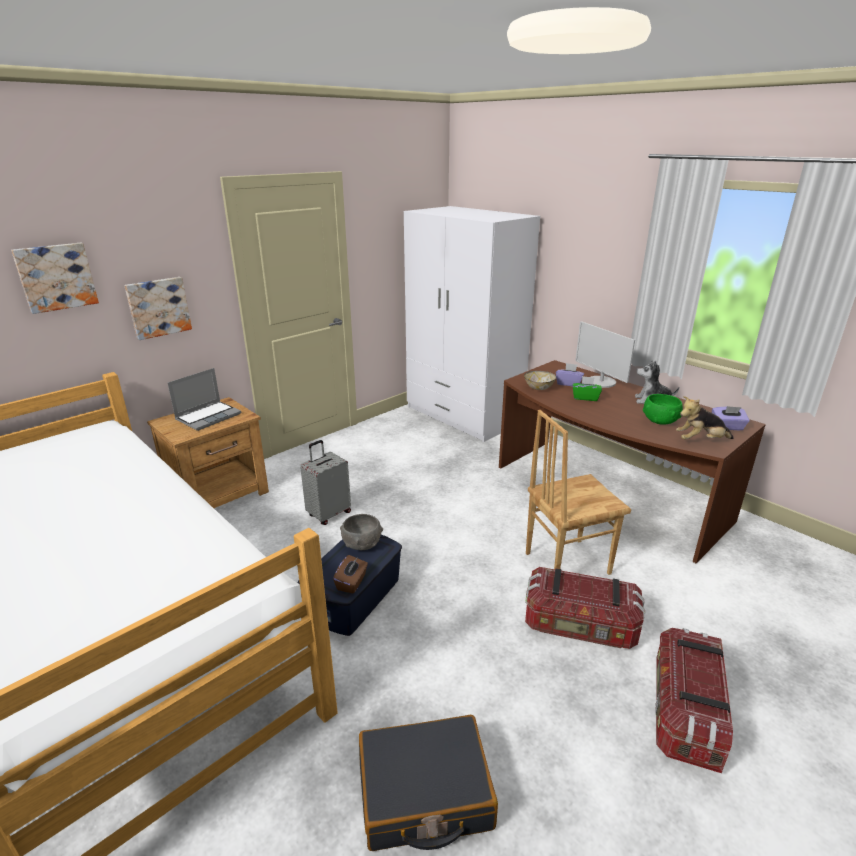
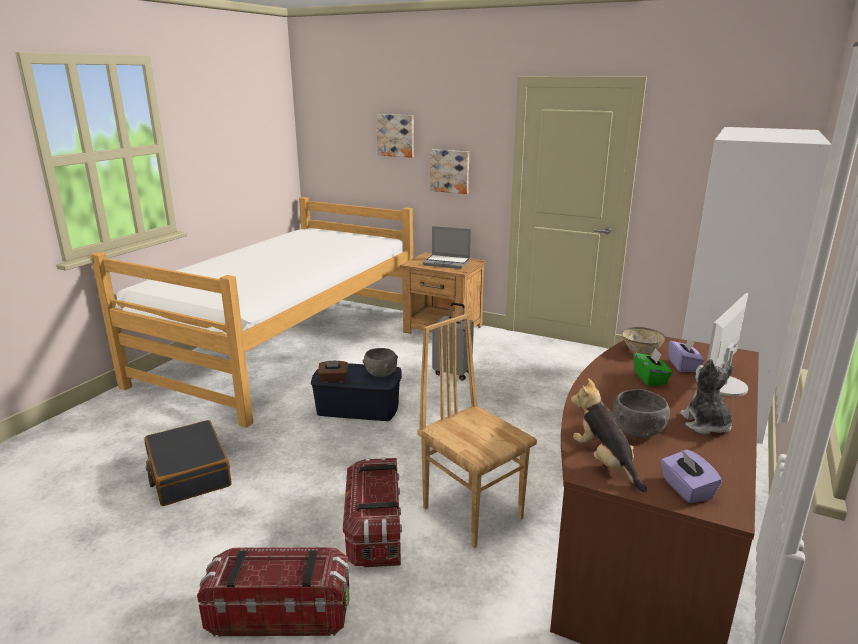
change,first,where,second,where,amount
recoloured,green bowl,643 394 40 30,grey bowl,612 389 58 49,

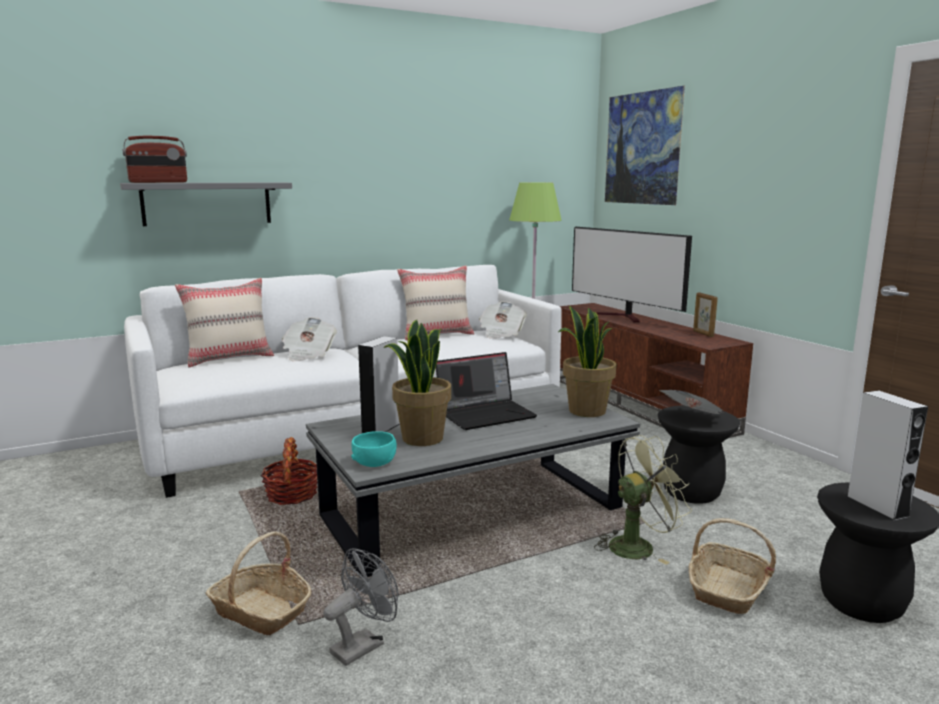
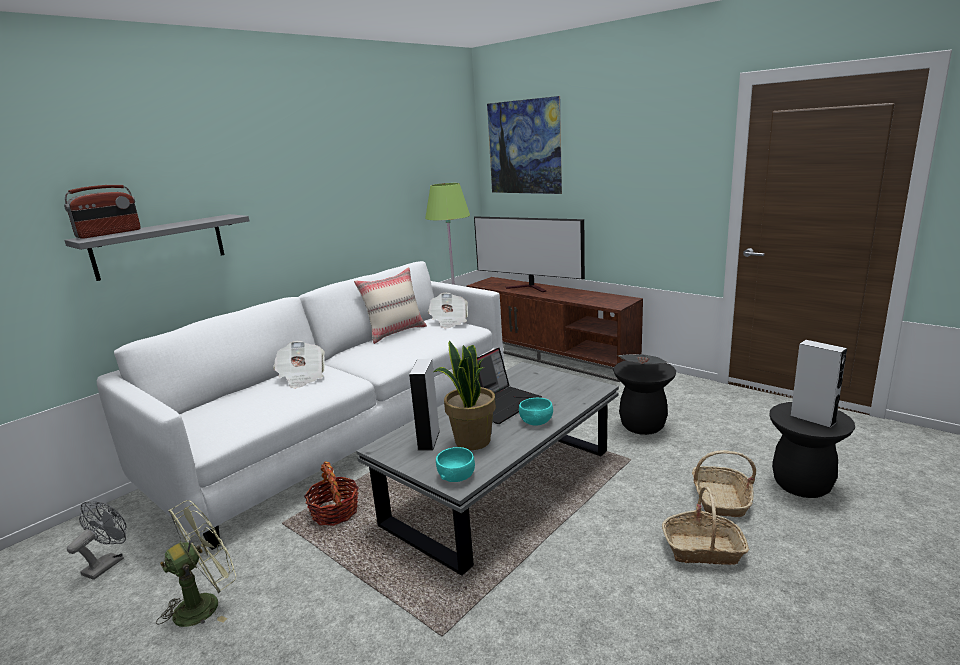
change,first,where,second,where,amount
removed,beige pillow,175 278 99 89,,,
moved,basket,205 531 106 104,,662 487 87 78,
moved,grey fan,323 548 76 118,,67 502 60 78,
removed,potted plant,558 306 58 111,,,
moved,green fan,594 435 98 130,,156 500 80 127,
removed,picture frame,693 293 25 44,,,
added,,,turquoise bowl,519 398 34 28,

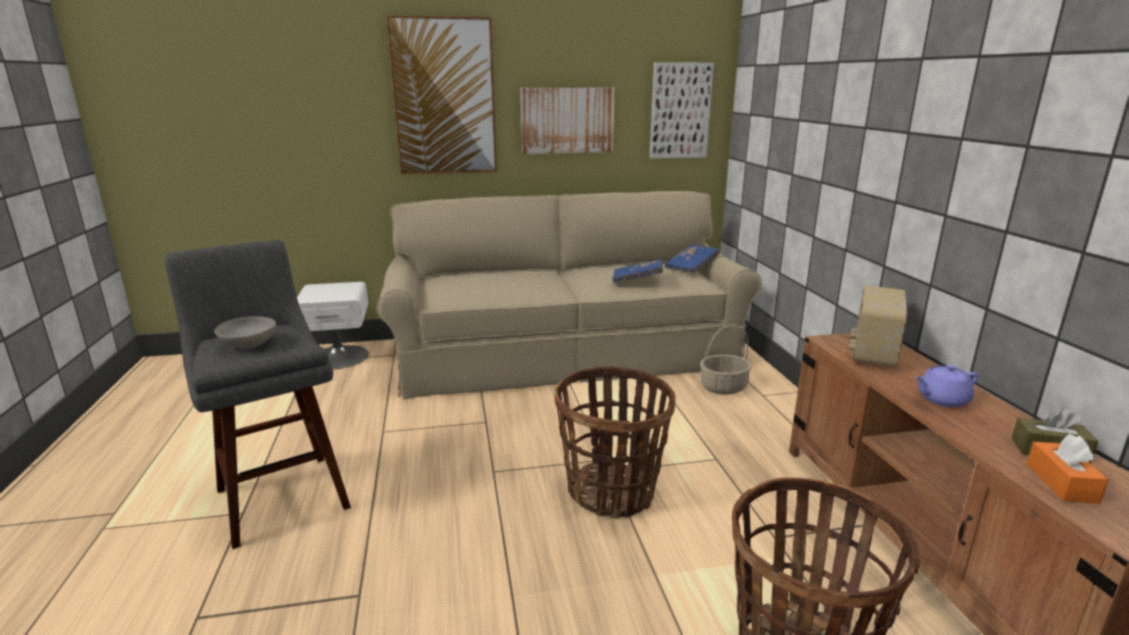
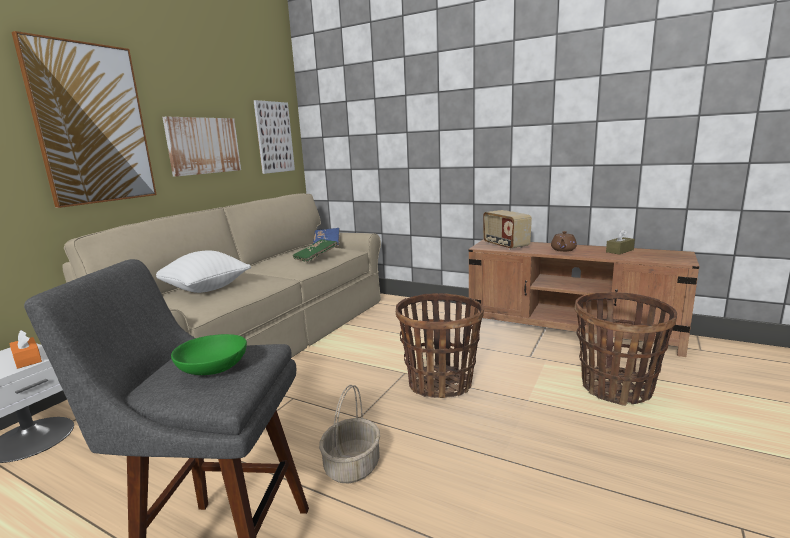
change,first,where,second,where,amount
recoloured,grey bowl,214 316 62 32,green bowl,171 334 76 41,
recoloured,blue book,612 259 51 24,green book,293 239 44 23,
moved,basket,700 324 52 70,,319 385 61 98,
recoloured,purple teapot,915 364 64 43,brown teapot,551 231 26 21,
moved,orange tissue box,1027 434 82 70,,9 330 33 39,
added,,,white pillow,156 250 95 43,

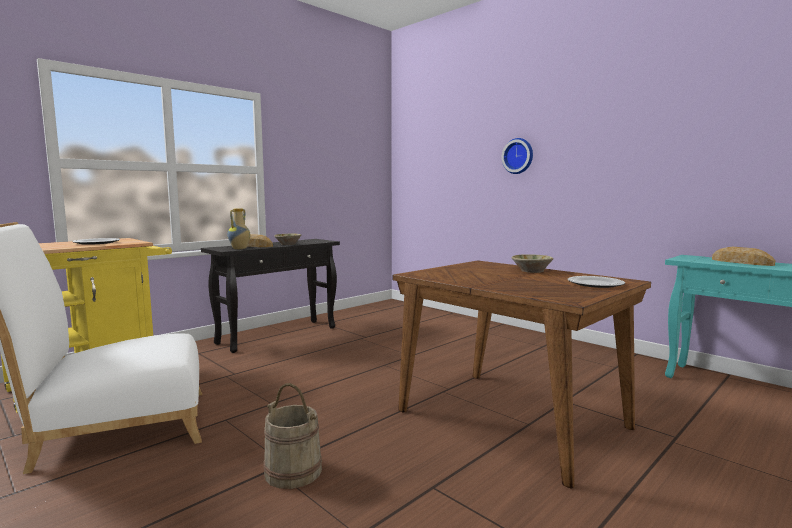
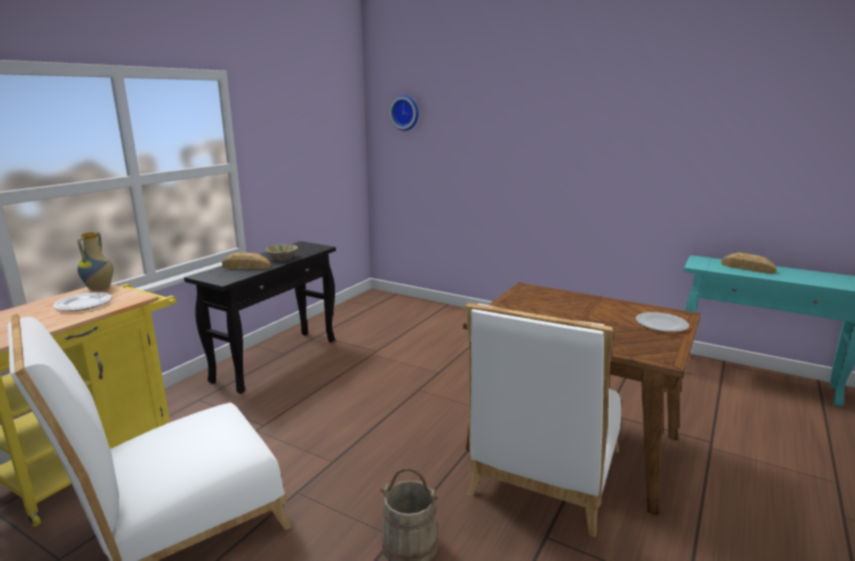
change,first,where,second,where,amount
moved,vase,227 209 24 40,,77 232 37 59,
moved,wall clock,501 138 32 36,,389 95 30 36,
removed,beige bowl,511 254 43 19,,,
added,,,white chair,466 303 156 234,

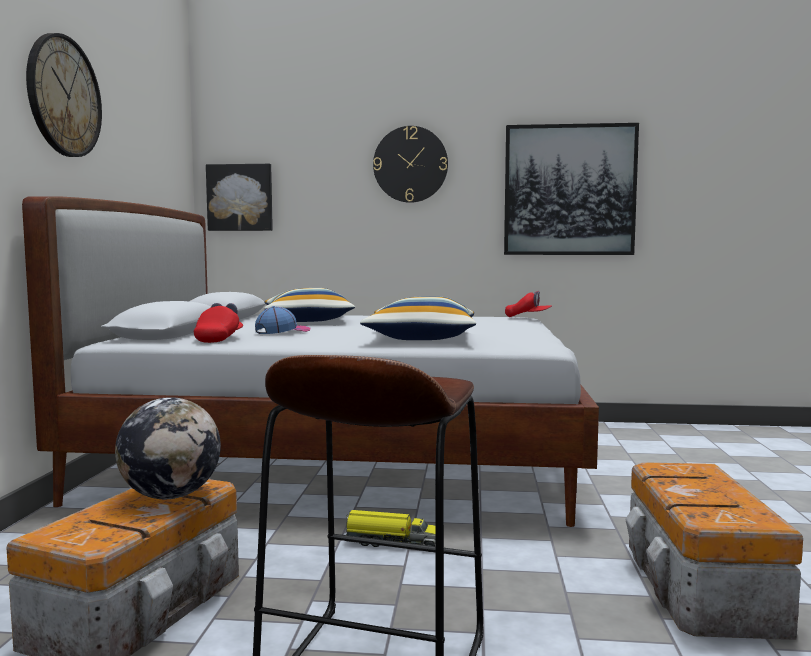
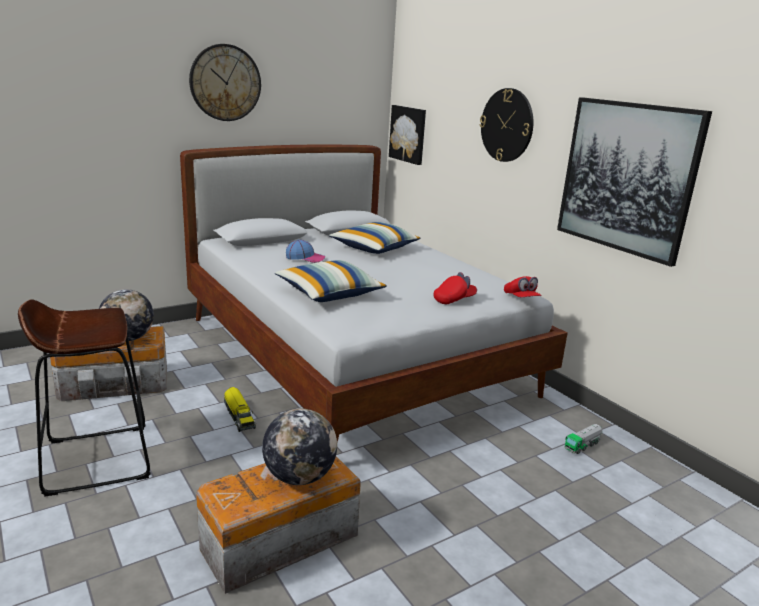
change,first,where,second,where,amount
moved,red cap,194 303 49 40,,433 272 44 32,
added,,,globe,262 409 75 76,
added,,,toy truck,564 424 38 30,

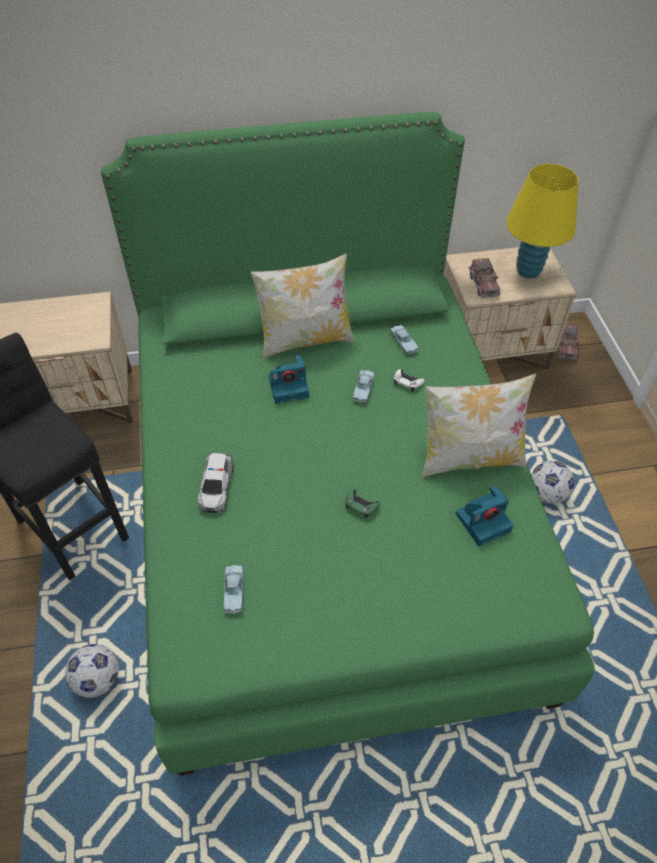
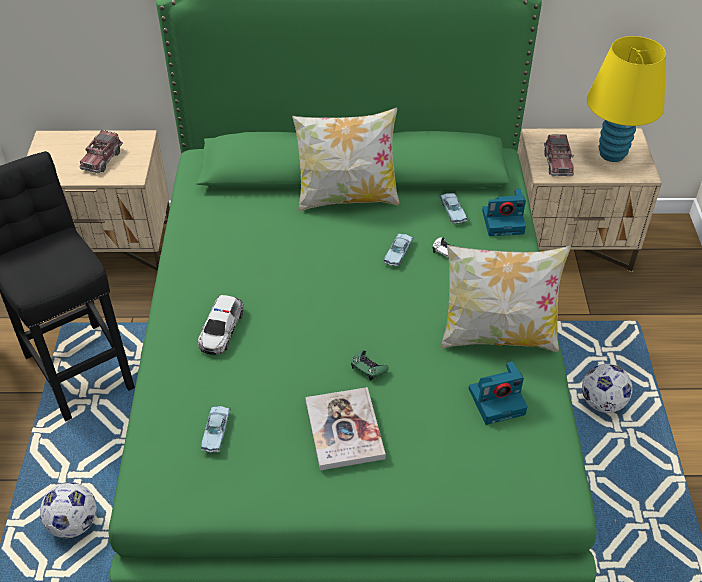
change,first,where,second,where,amount
moved,photo camera,268 355 41 49,,482 188 44 48,
moved,toy truck,558 324 22 36,,80 130 43 43,
added,,,book,305 387 81 83,

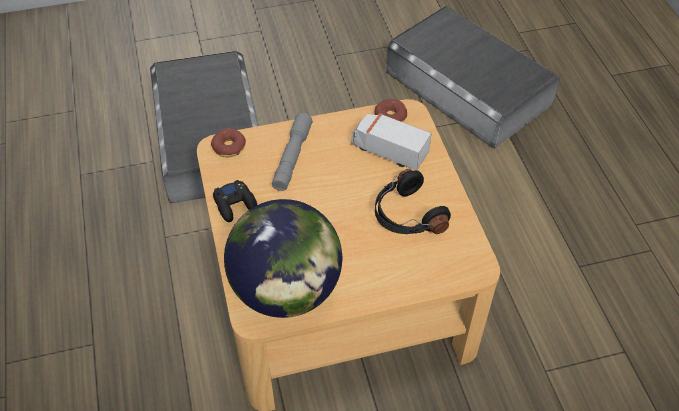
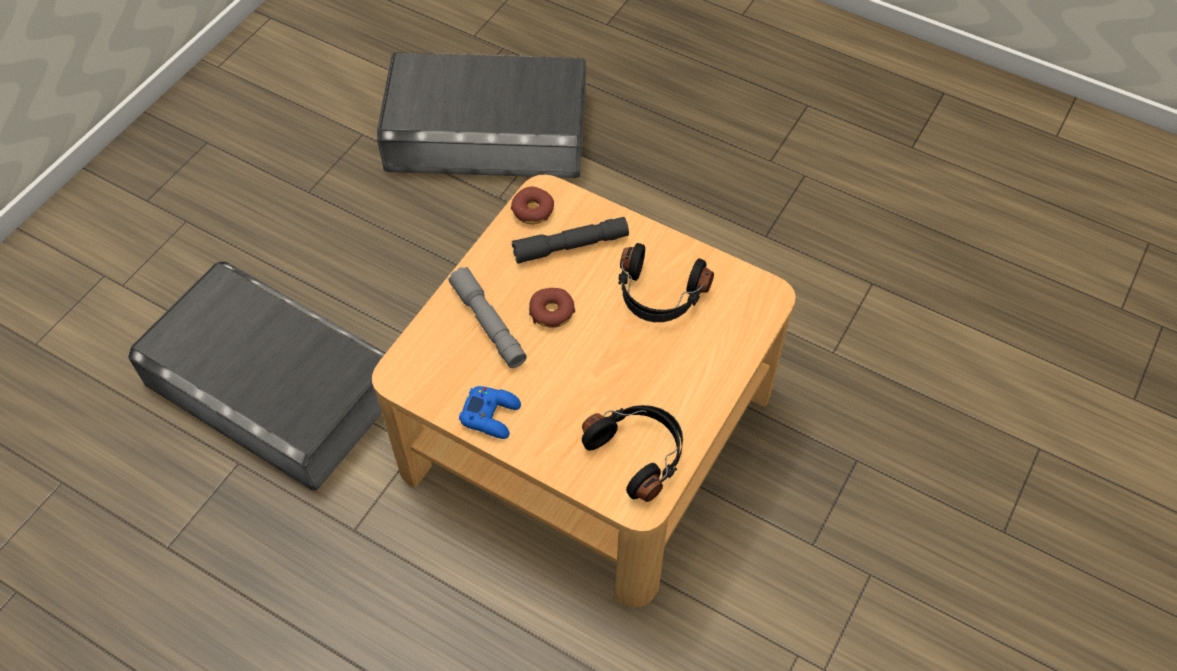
change,first,where,second,where,amount
moved,donut,211 128 35 30,,529 288 46 40,
recoloured,black game controller,213 180 44 42,blue game controller,459 386 62 53,
replaced,globe,224 199 118 119,black headphones,582 405 101 97,
replaced,toy truck,351 113 81 57,grey flashlight,512 217 117 47,

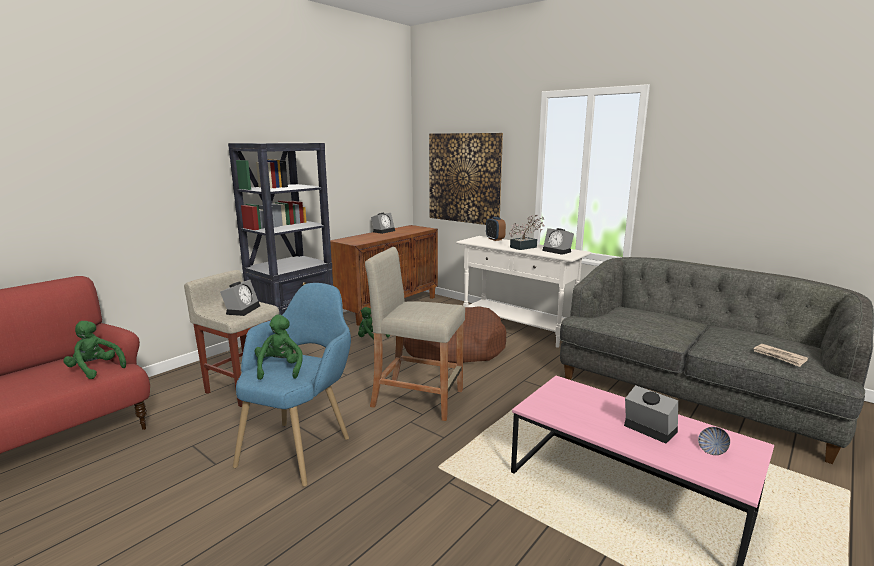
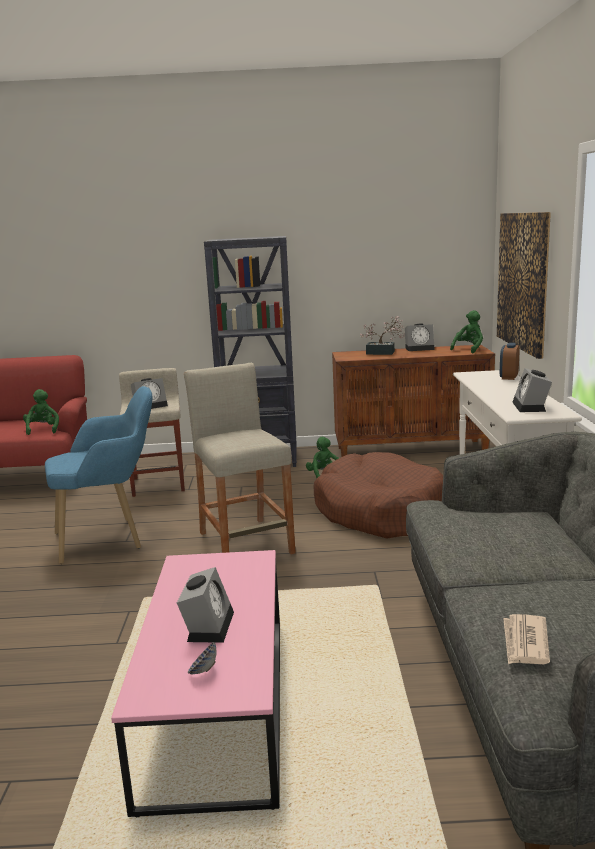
change,first,where,second,where,amount
moved,green plush toy,255 315 48 65,,450 310 33 43,
moved,potted plant,509 215 35 35,,360 316 45 39,

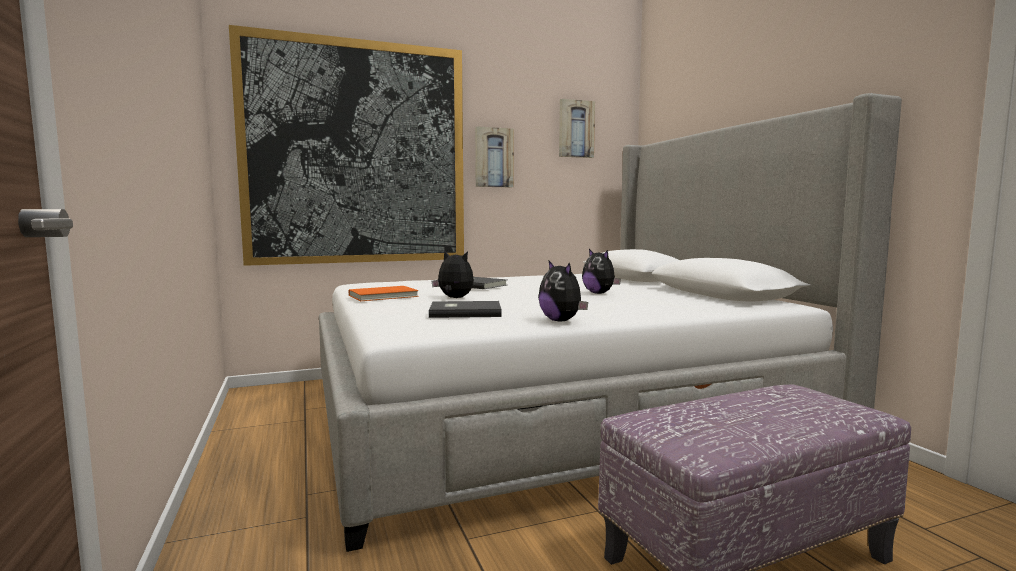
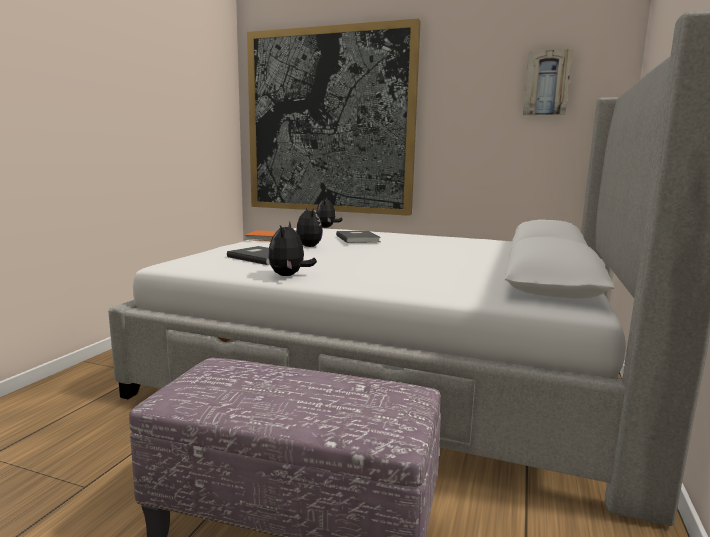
change,first,where,second,where,amount
removed,picture,475 126 39 62,,,
moved,plush toy,582 249 39 45,,316 197 26 31,

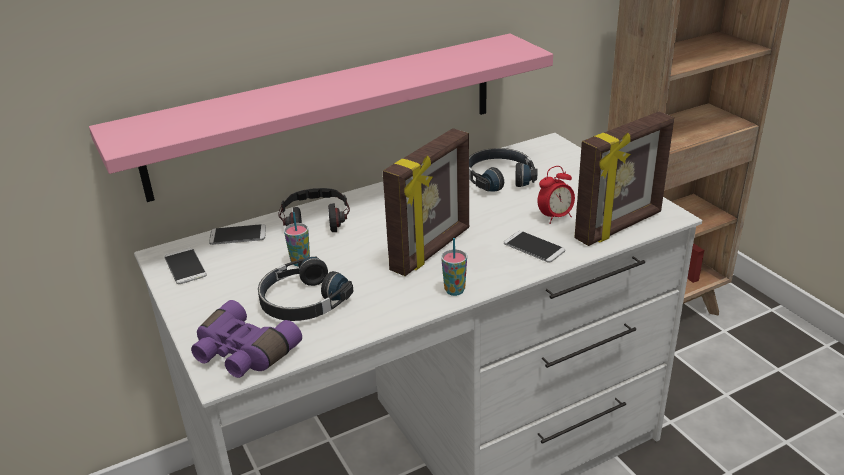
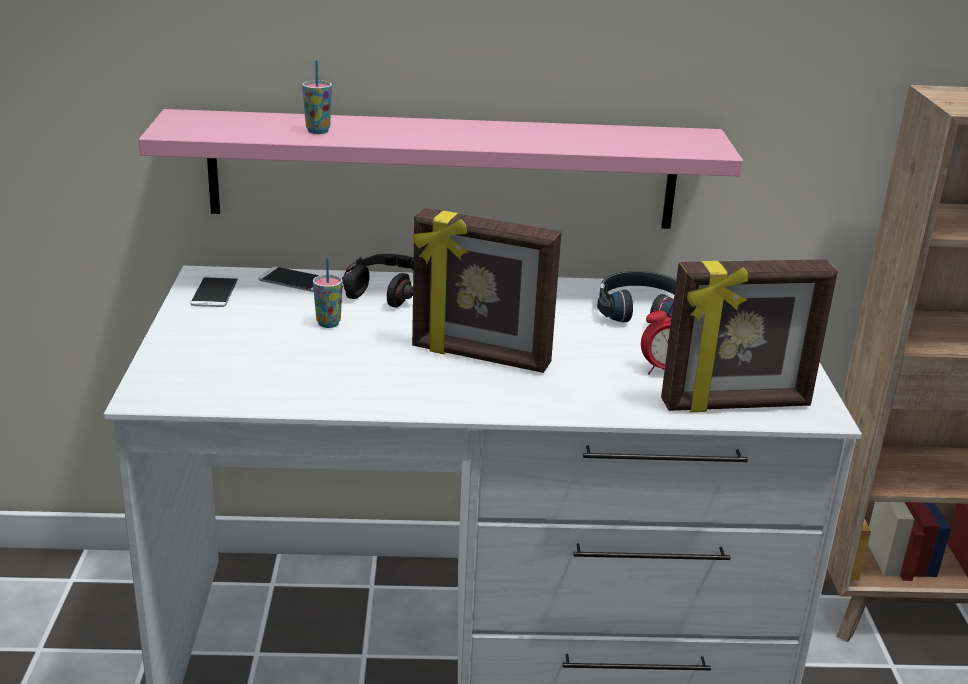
change,first,where,second,where,amount
removed,purple binoculars,191 300 111 78,,,
removed,black headphones,258 256 95 65,,,
turned,picture frame,383 128 86 148,,412 208 149 165,45 degrees clockwise
moved,cup,441 238 26 58,,302 60 30 74,
removed,phone,504 231 61 32,,,

